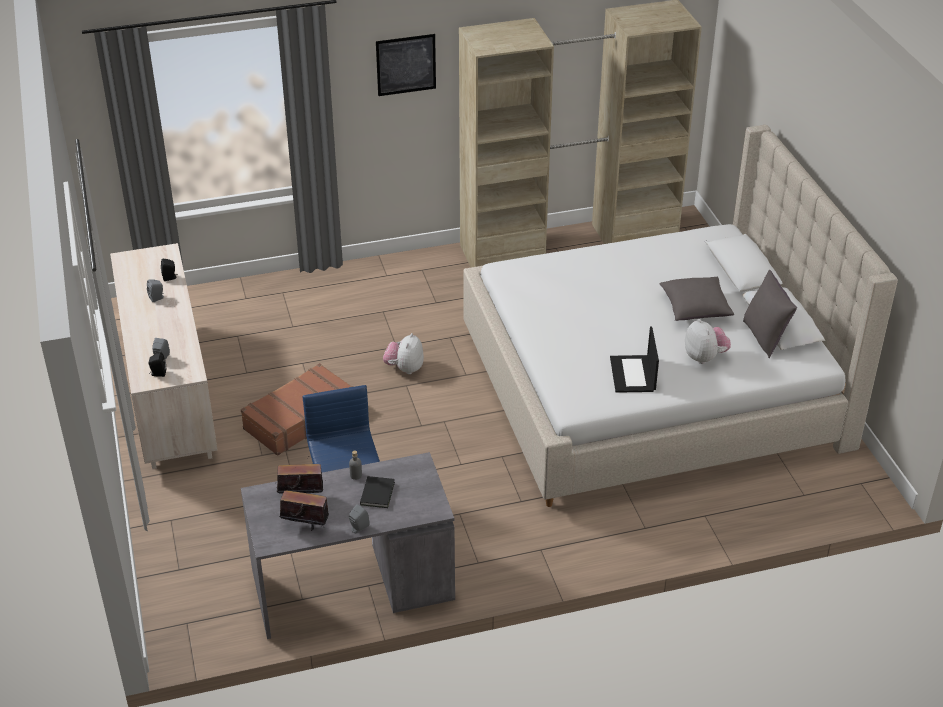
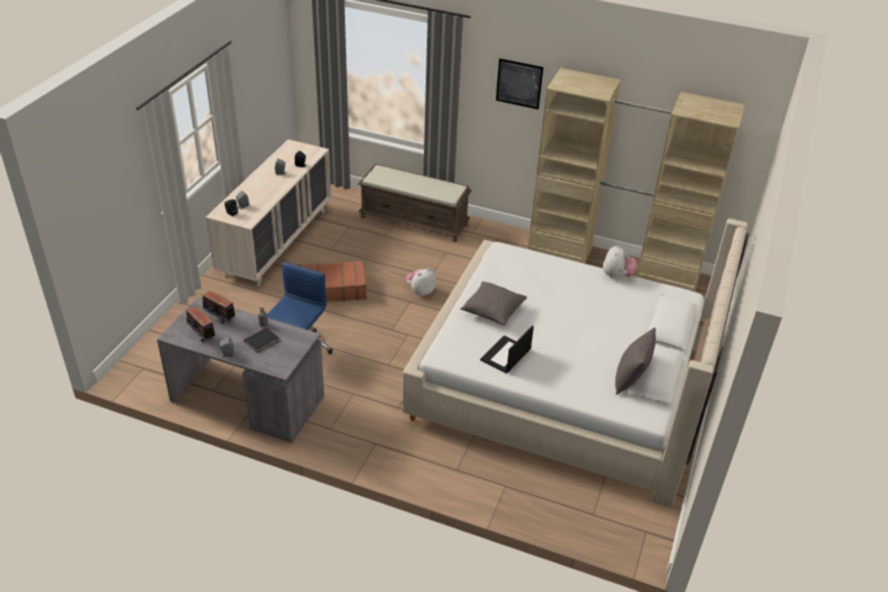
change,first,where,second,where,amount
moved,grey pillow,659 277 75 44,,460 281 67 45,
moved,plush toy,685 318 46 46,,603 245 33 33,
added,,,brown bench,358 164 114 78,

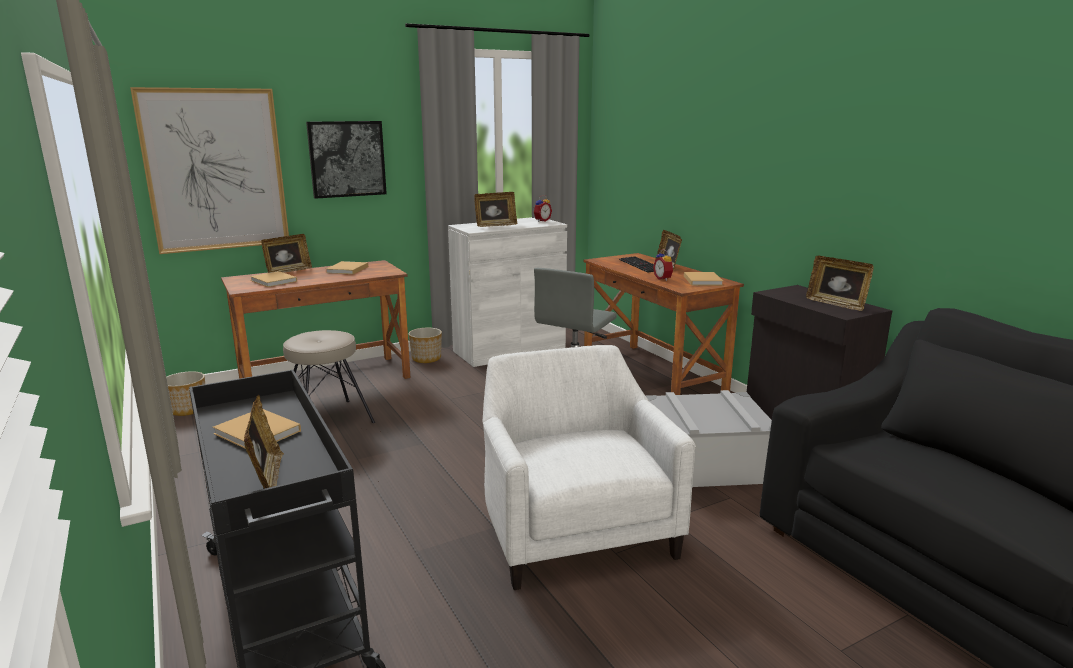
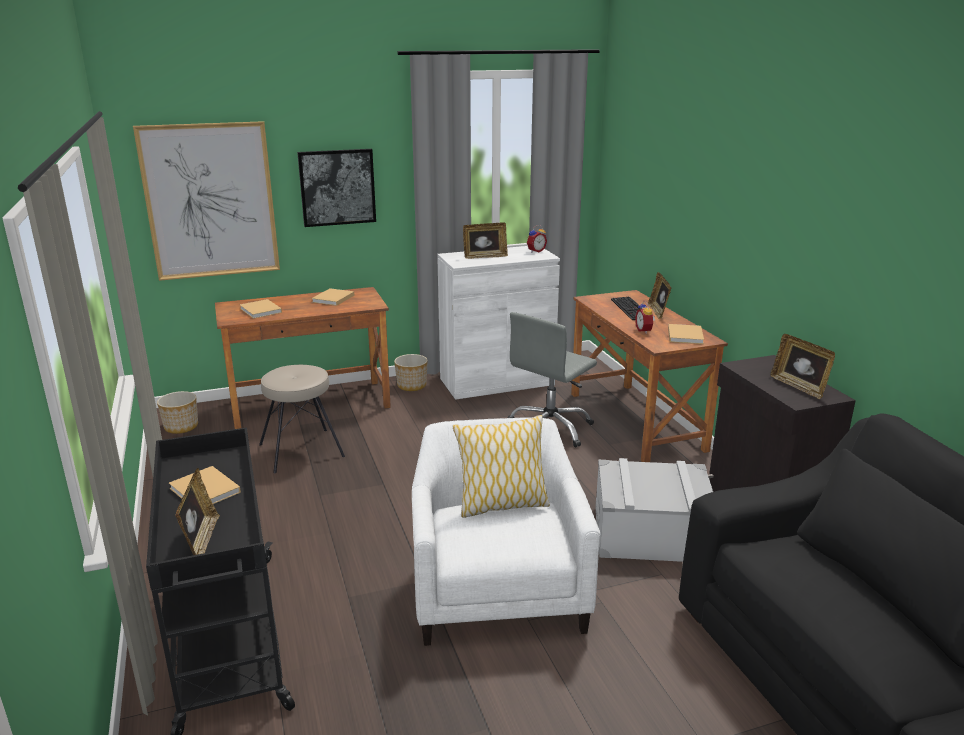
change,first,where,second,where,amount
removed,picture frame,261 234 51 39,,,
added,,,pillow,452 415 98 103,

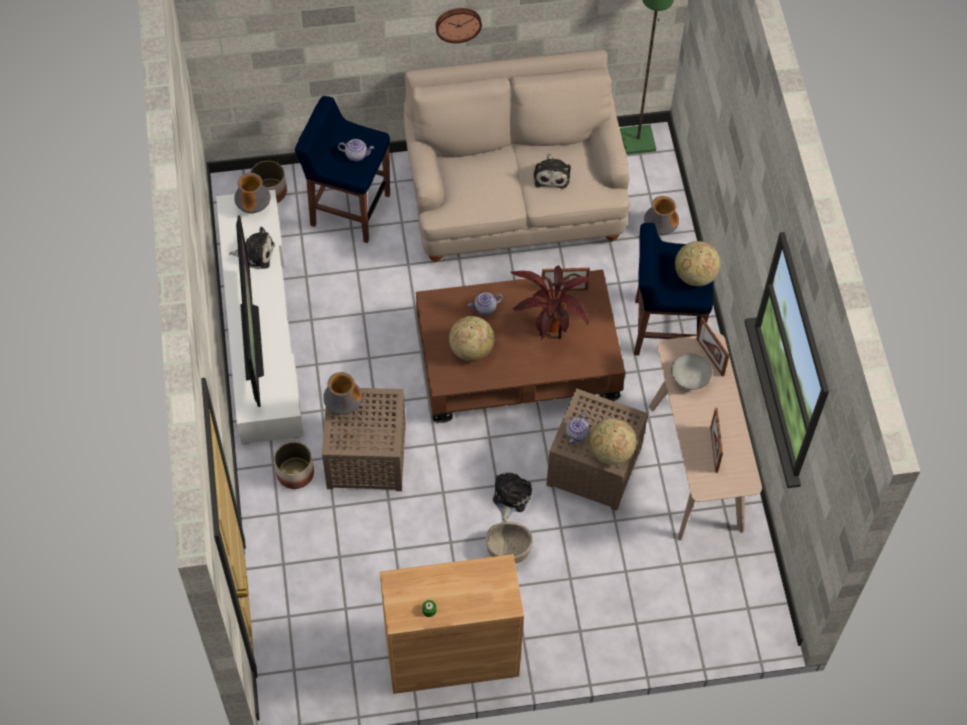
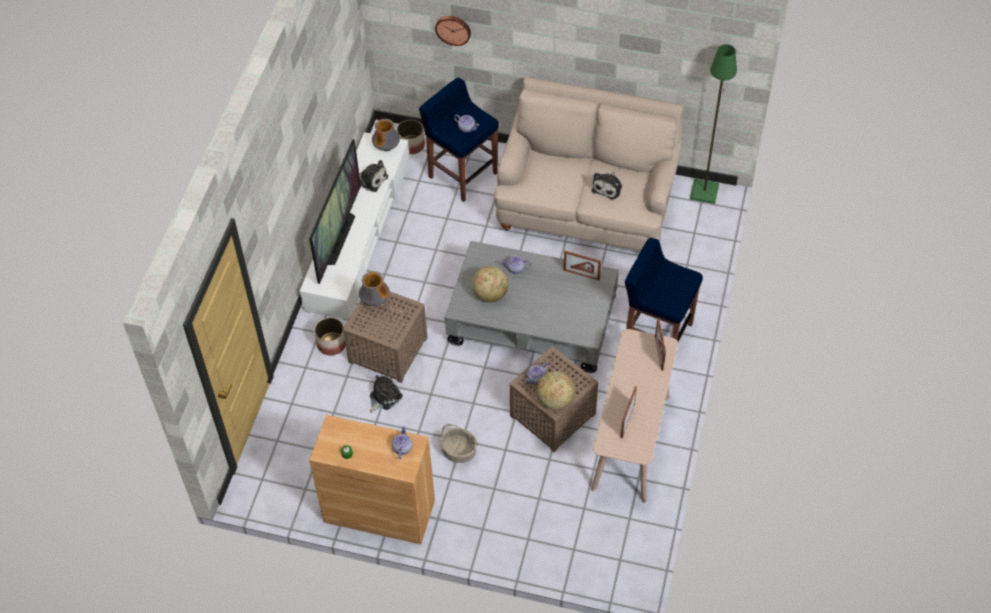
change,first,where,second,where,amount
recoloured,brown coffee table,416 270 209 153,grey coffee table,445 241 174 132,
moved,wall clock,436 8 46 35,,435 16 36 30,
moved,plush toy,493 472 39 50,,370 375 33 38,
removed,potted plant,510 265 83 75,,,
removed,vase,644 196 35 39,,,
removed,grey bowl,671 353 41 37,,,
removed,globe,675 241 46 45,,,
added,,,teapot,392 426 20 33,

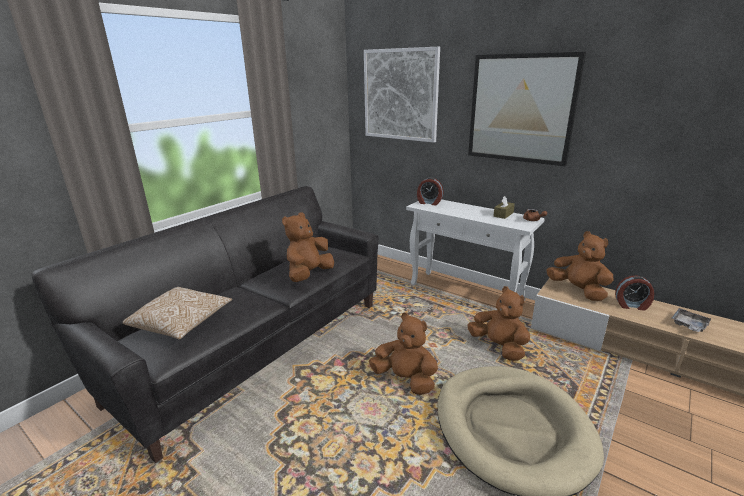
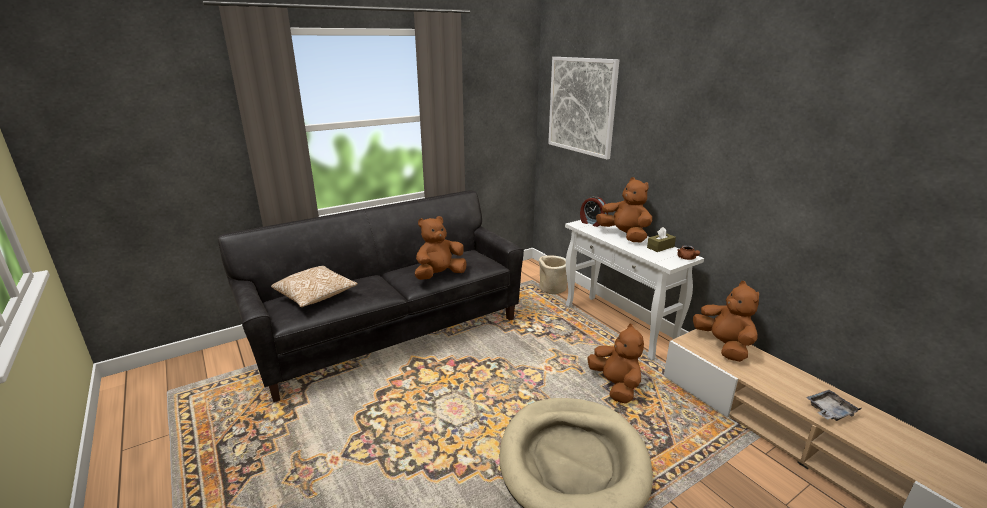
change,first,where,second,where,amount
moved,brown plush toy,369 312 69 83,,596 177 56 65,
removed,picture,468 52 118 114,,,
removed,alarm clock,615 276 39 35,,,
added,,,beige planter,539 256 28 38,

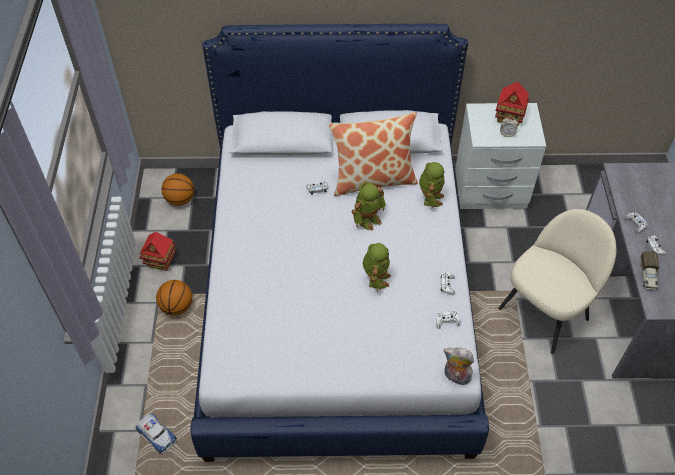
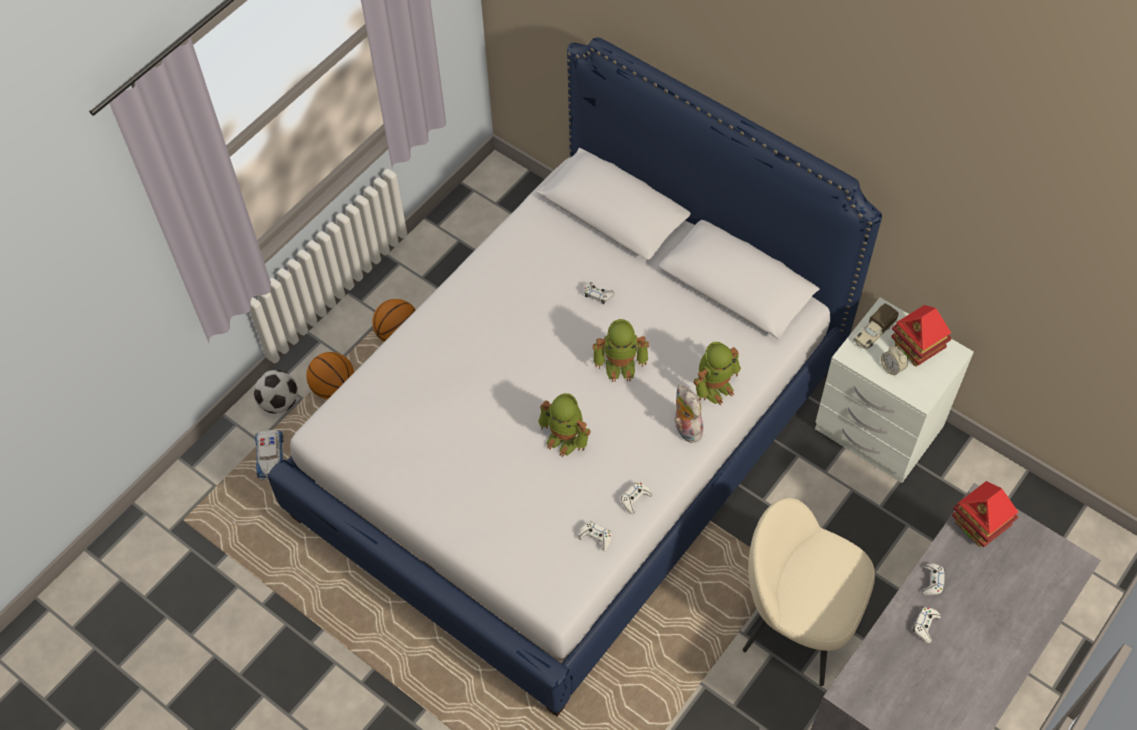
change,first,where,second,where,amount
moved,toy house,139 232 37 39,,952 481 66 66,
moved,basketball,161 173 33 33,,306 352 48 47,
removed,pillow,329 112 89 84,,,
turned,toy robot,363 243 28 48,,538 393 53 64,75 degrees clockwise
moved,plush toy,444 348 30 37,,674 385 29 58,
turned,beige chair,498 209 118 145,,743 498 132 188,150 degrees counterclockwise
moved,toy truck,640 251 19 39,,853 303 46 47,
added,,,football,253 370 45 43,

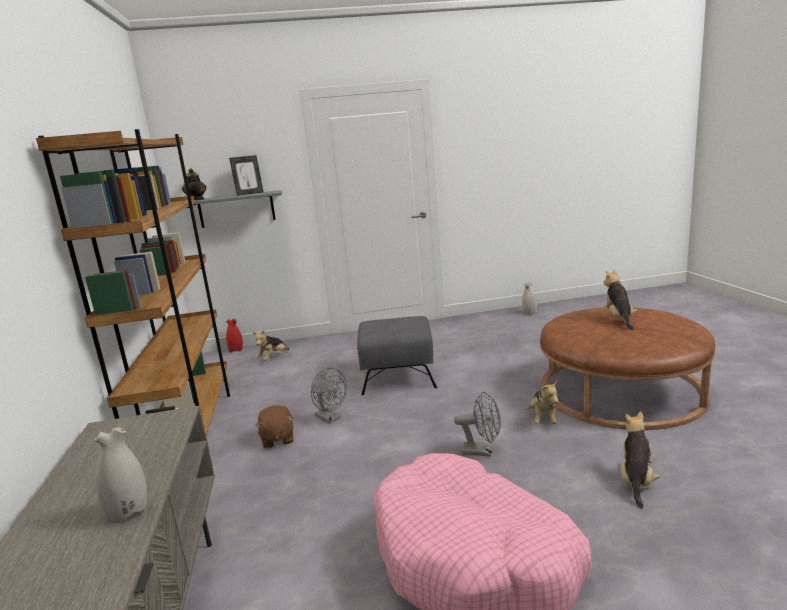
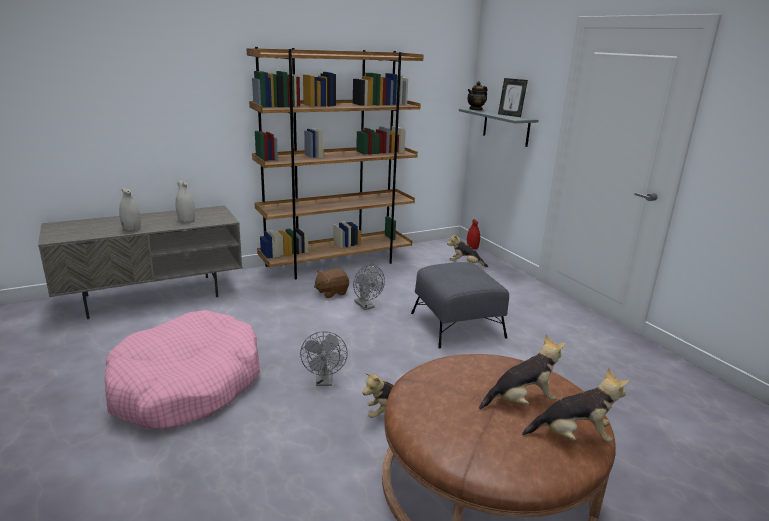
change,first,where,second,where,amount
turned,grey fan,311 368 36 55,,353 265 32 45,60 degrees counterclockwise
moved,white vase,522 282 15 32,,176 181 19 41,
moved,plush toy,620 411 40 98,,522 368 107 74,

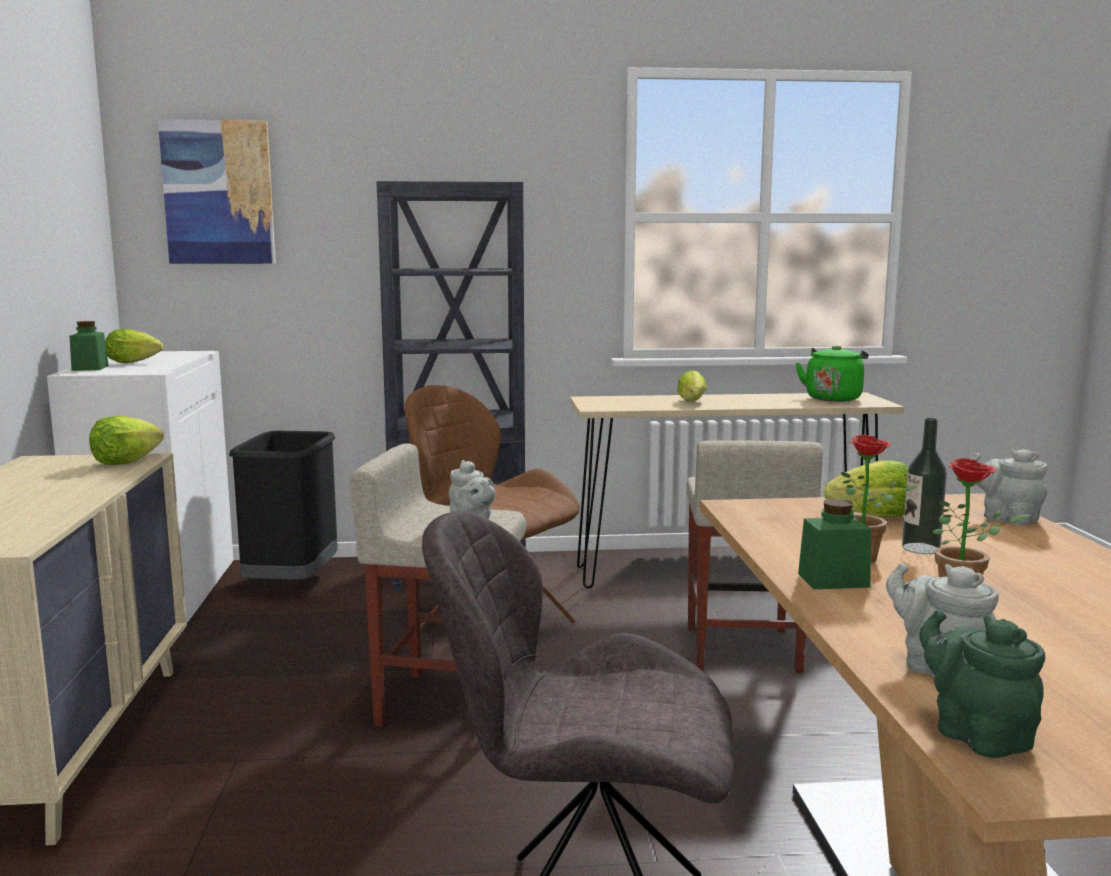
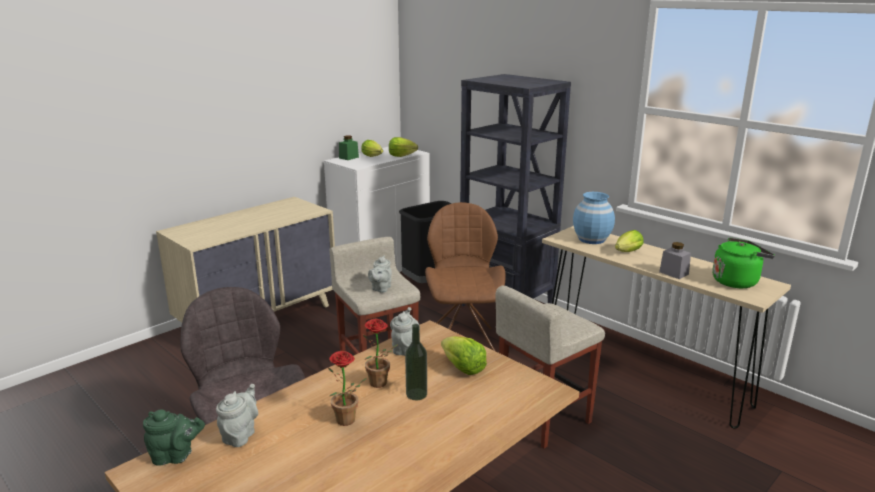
change,first,where,second,where,amount
moved,lettuce,89 415 75 50,,389 137 29 20,
removed,picture,158 119 118 145,,,
removed,green jar,798 499 73 90,,,
turned,green teapot,919 610 126 148,,143 409 62 57,60 degrees clockwise
moved,grey teapot,971 449 76 76,,390 307 30 49,
added,,,blue vase,573 192 42 52,
added,,,grey jar,659 242 32 37,

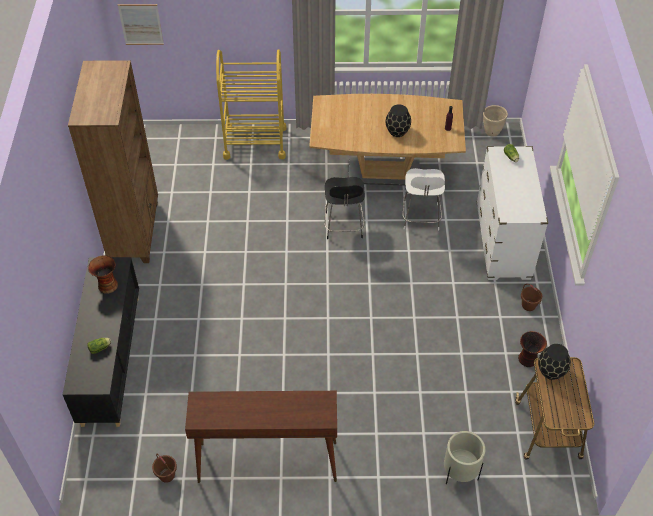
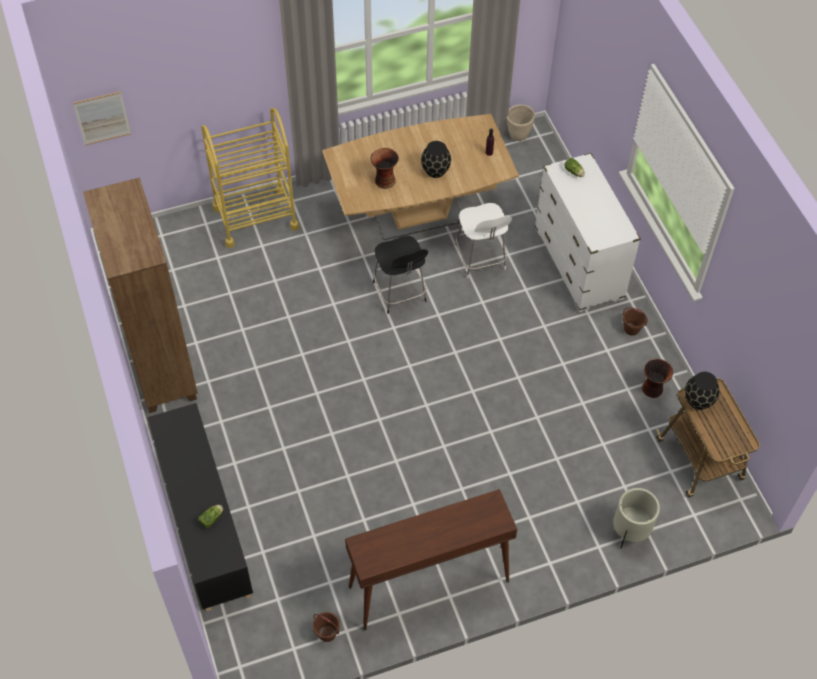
change,first,where,second,where,amount
moved,vase,88 255 30 39,,370 148 29 41,

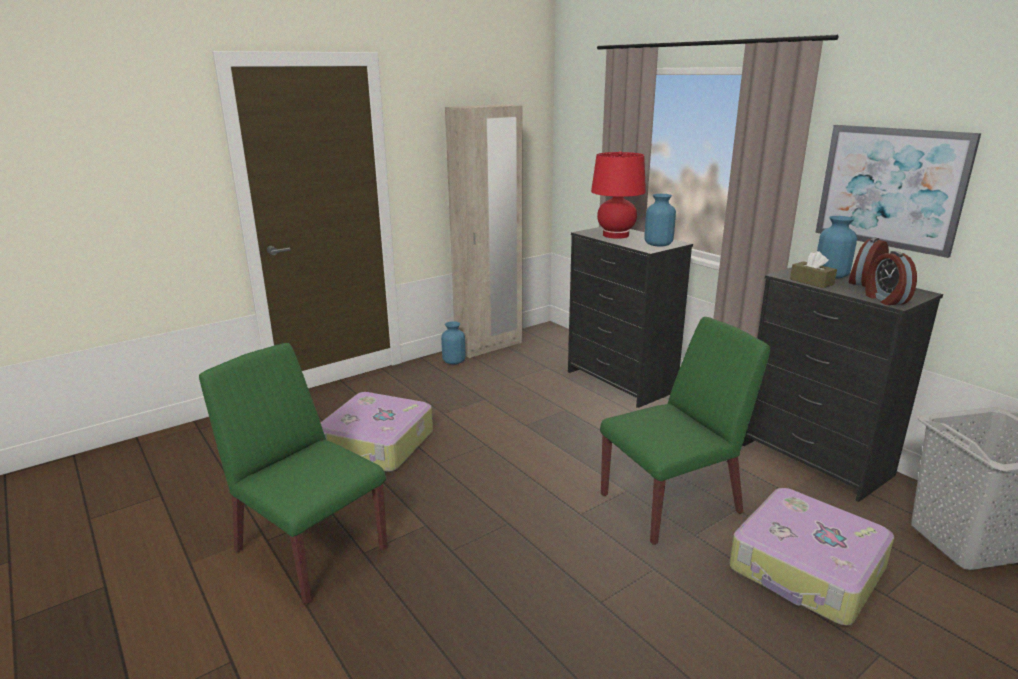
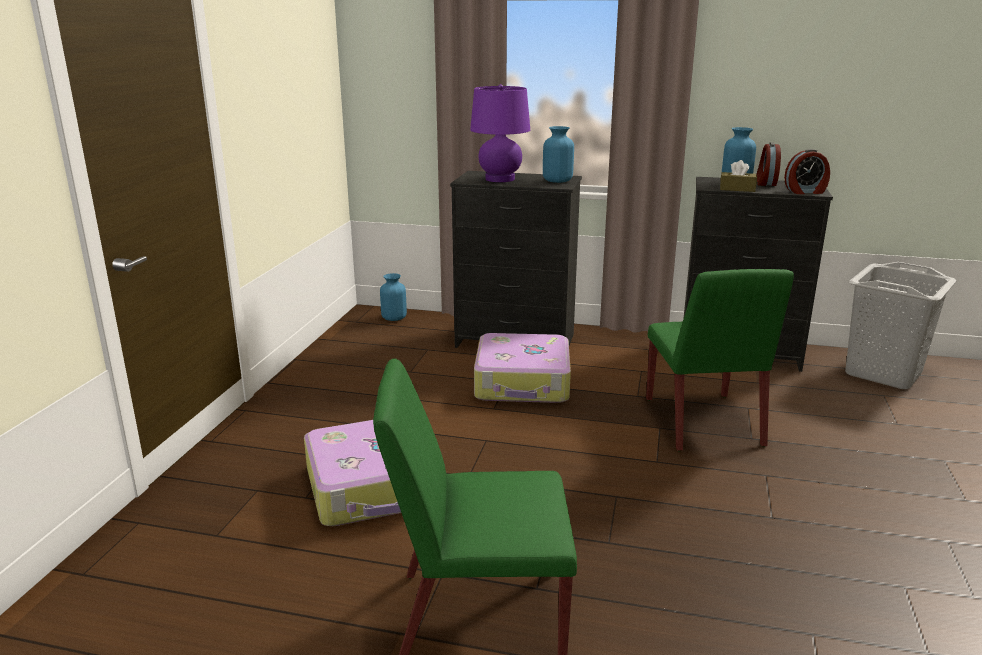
change,first,where,second,where,amount
moved,blue vase,441 321 25 43,,380 273 27 48,
removed,beige wardrobe,445 104 78 254,,,
recoloured,red table lamp,591 151 55 88,purple table lamp,470 84 60 98,
turned,green chair,600 317 170 228,,646 269 148 182,150 degrees clockwise
moved,suitcase,730 488 164 138,,474 333 97 70,
removed,picture,815 125 166 133,,,
turned,alarm clock,865 251 52 54,,784 149 46 45,45 degrees counterclockwise

